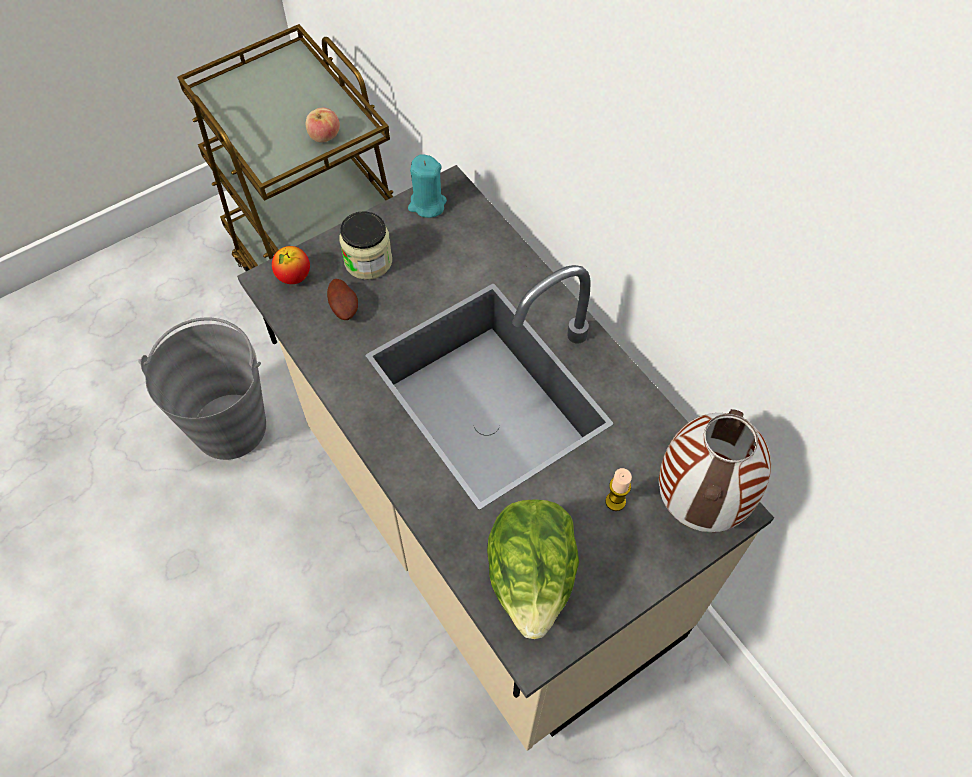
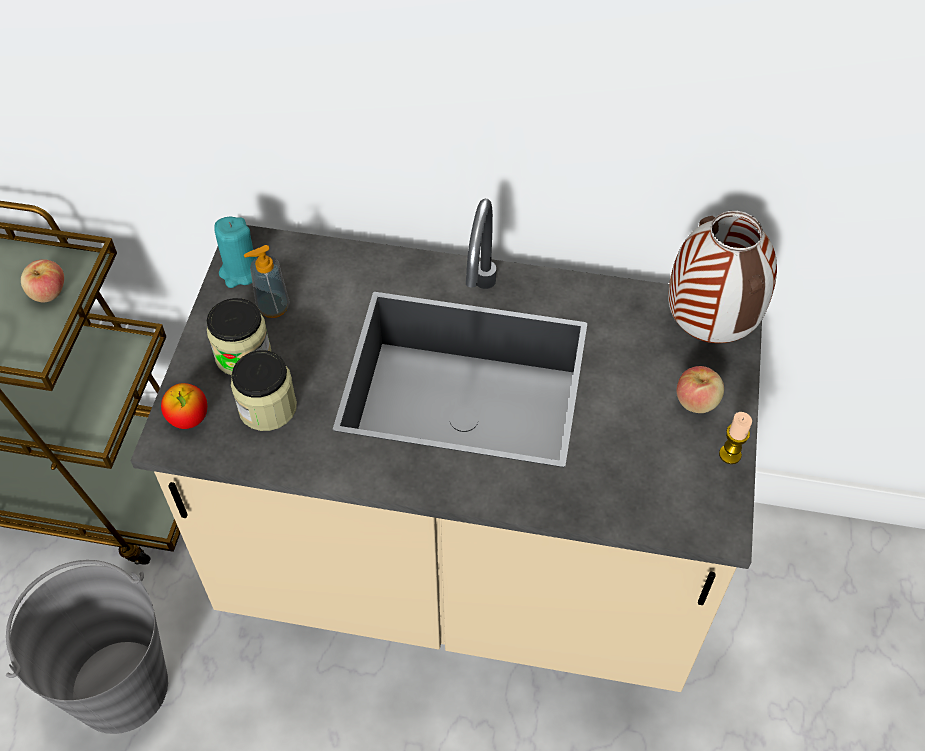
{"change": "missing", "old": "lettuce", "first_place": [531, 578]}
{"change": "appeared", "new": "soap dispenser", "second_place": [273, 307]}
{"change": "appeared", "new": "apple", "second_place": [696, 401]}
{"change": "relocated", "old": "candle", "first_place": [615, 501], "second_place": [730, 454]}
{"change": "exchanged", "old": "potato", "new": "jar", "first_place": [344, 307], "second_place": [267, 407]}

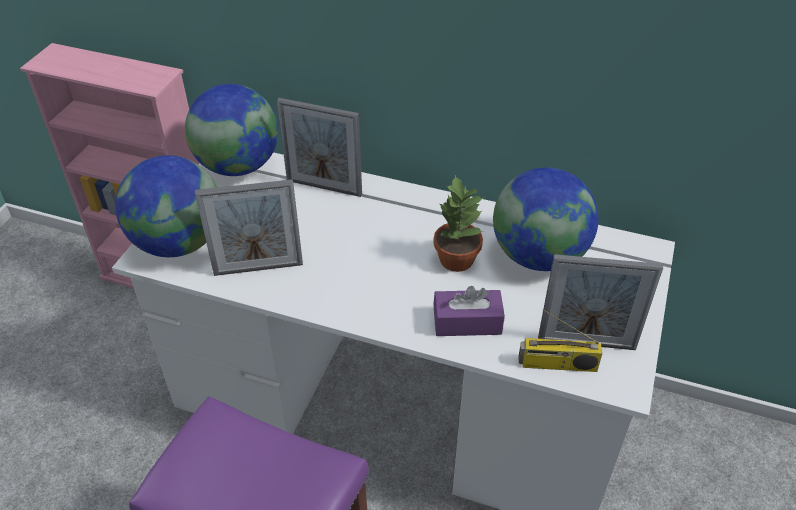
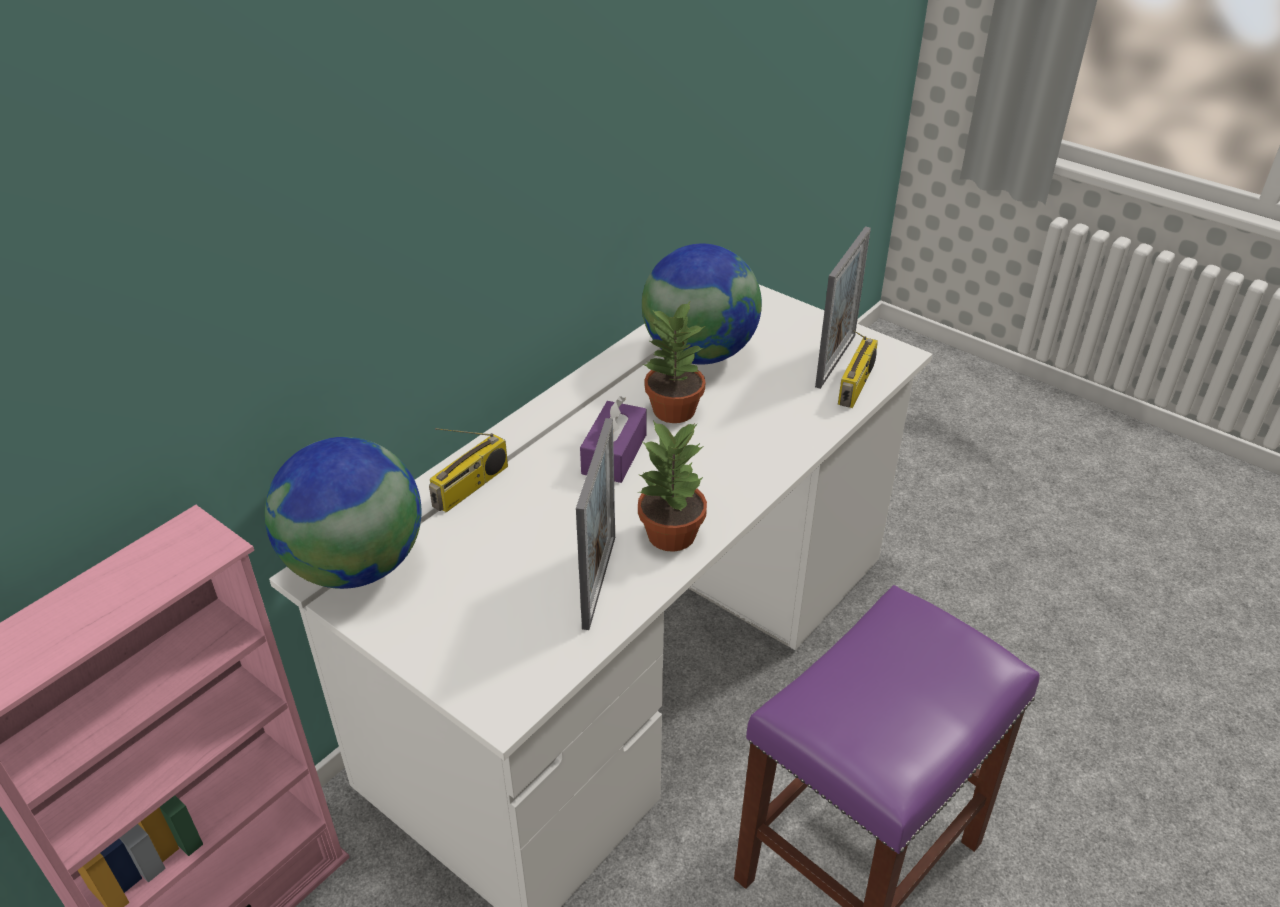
{"change": "missing", "old": "globe", "first_place": [179, 243]}
{"change": "appeared", "new": "potted plant", "second_place": [672, 535]}
{"change": "relocated", "old": "purple tissue box", "first_place": [467, 322], "second_place": [614, 454]}
{"change": "exchanged", "old": "picture frame", "new": "radio", "first_place": [324, 187], "second_place": [471, 487]}

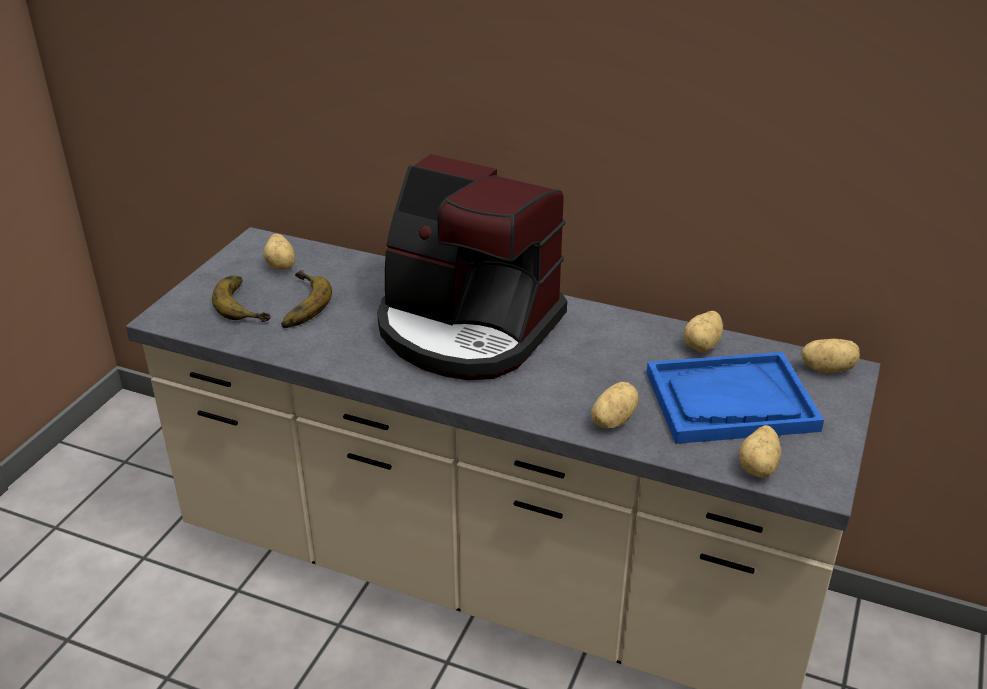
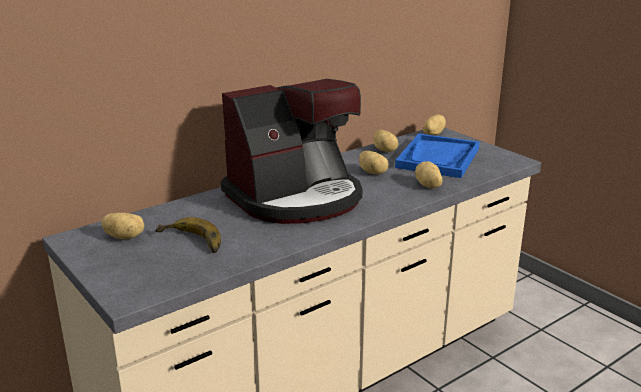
{"change": "missing", "old": "banana", "first_place": [247, 303]}
{"change": "relocated", "old": "potato", "first_place": [759, 467], "second_place": [373, 172]}

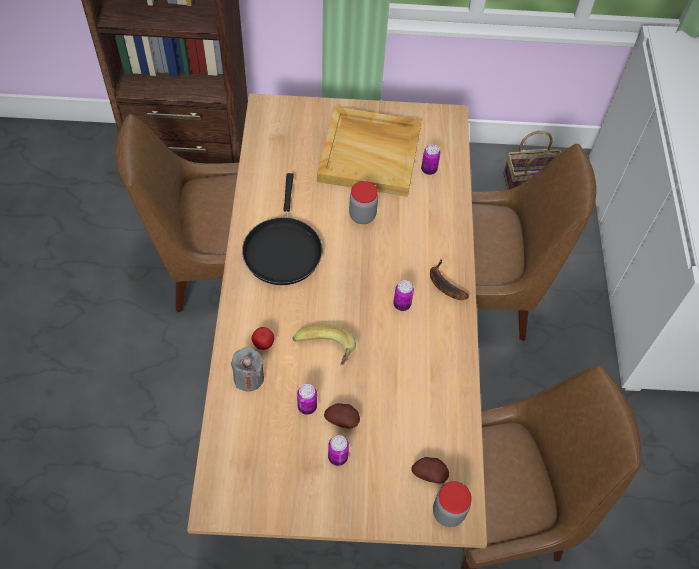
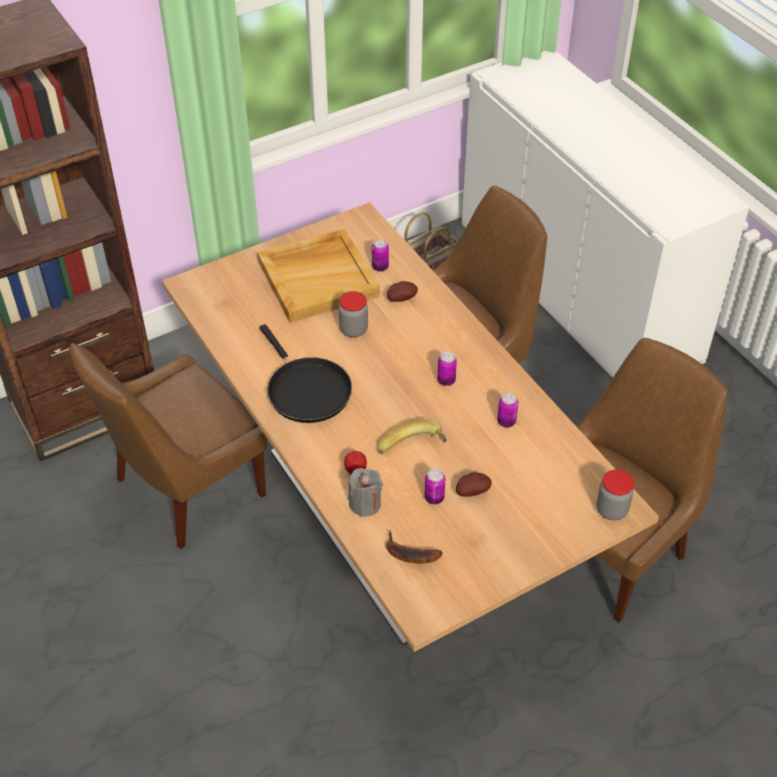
{"change": "relocated", "old": "can", "first_place": [337, 457], "second_place": [506, 422]}
{"change": "relocated", "old": "potato", "first_place": [429, 473], "second_place": [401, 298]}
{"change": "relocated", "old": "banana", "first_place": [443, 284], "second_place": [407, 554]}

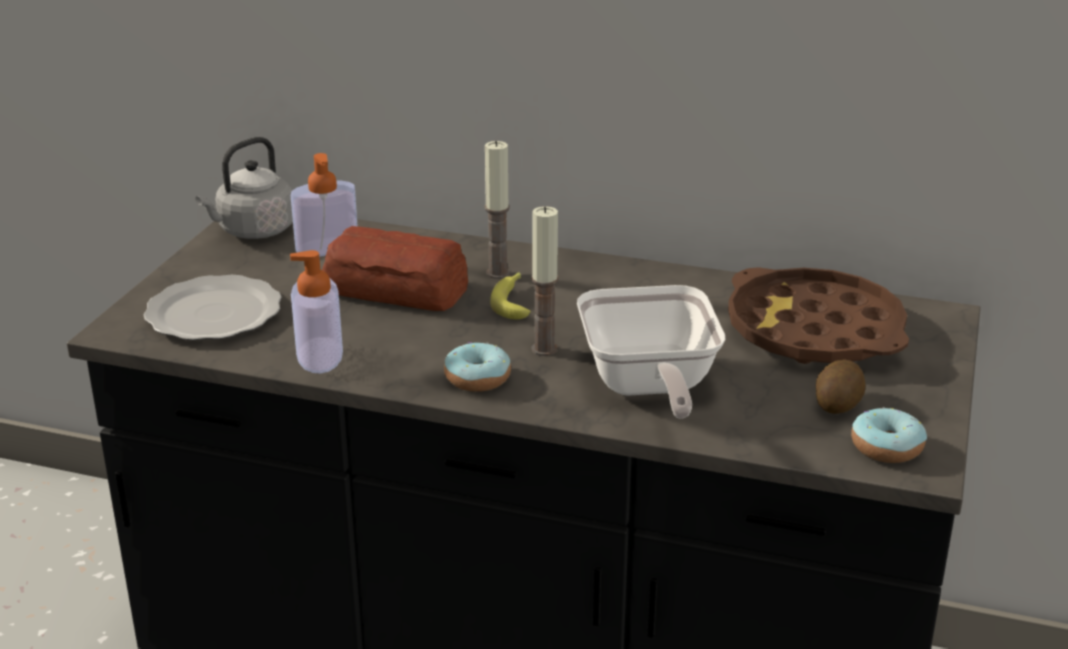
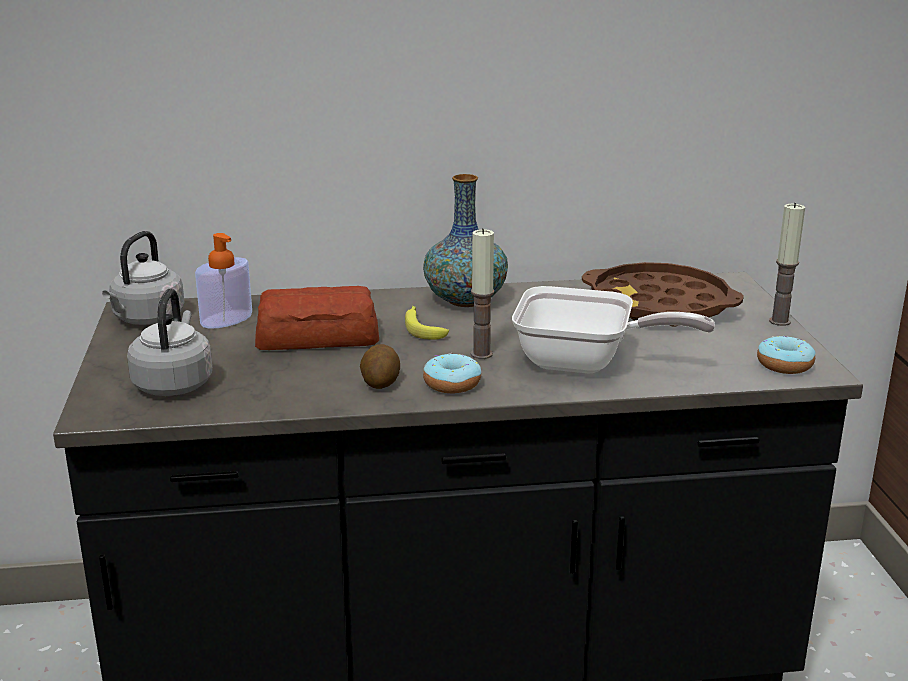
{"change": "missing", "old": "soap dispenser", "first_place": [319, 355]}
{"change": "appeared", "new": "vase", "second_place": [465, 300]}
{"change": "relocated", "old": "candle", "first_place": [498, 273], "second_place": [779, 321]}
{"change": "relocated", "old": "potato", "first_place": [837, 403], "second_place": [380, 381]}
{"change": "exchanged", "old": "plate", "new": "grey kettle", "first_place": [213, 312], "second_place": [174, 383]}
{"change": "spun", "old": "frying pan", "first_place": [648, 387], "second_place": [585, 363], "degrees": -45}

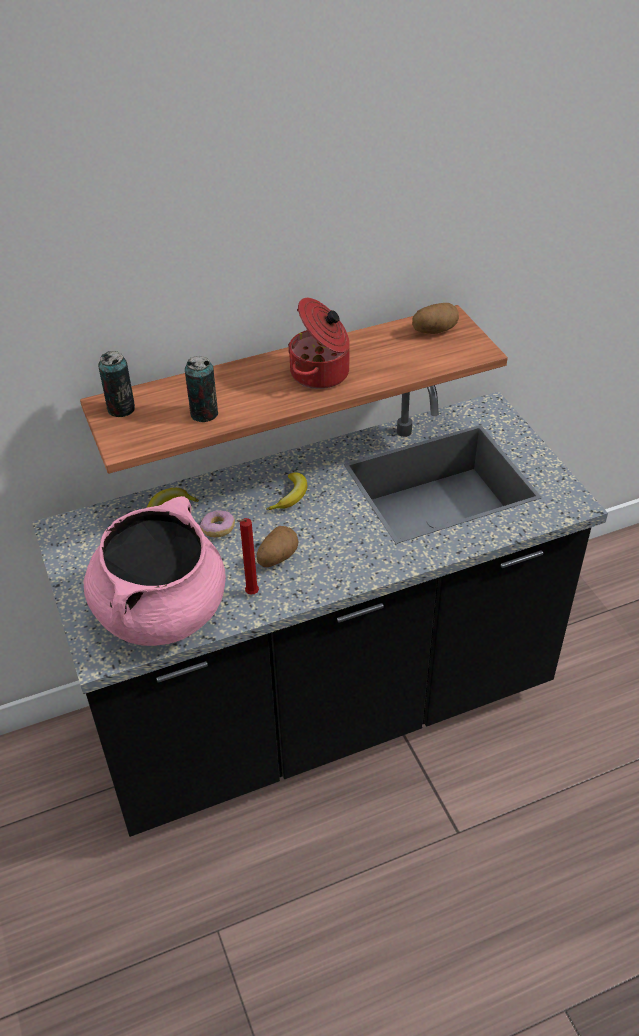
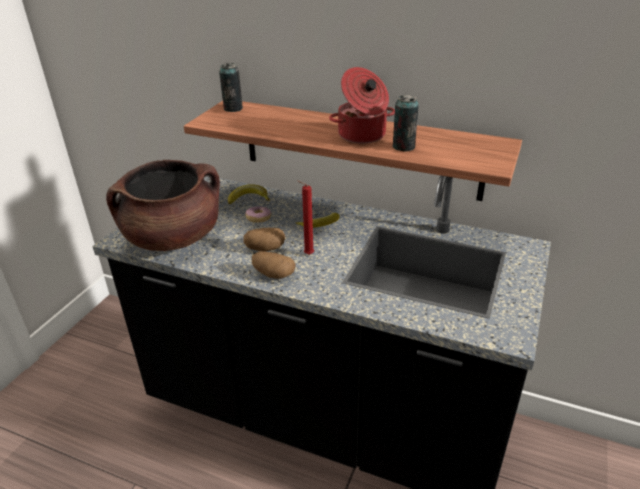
{"change": "relocated", "old": "can", "first_place": [204, 414], "second_place": [403, 147]}
{"change": "relocated", "old": "red candle", "first_place": [250, 594], "second_place": [307, 254]}
{"change": "relocated", "old": "potato", "first_place": [434, 330], "second_place": [273, 274]}
{"change": "colour", "old": "pink cooking pot", "new": "brown cooking pot", "first_place": [161, 611], "second_place": [173, 238]}

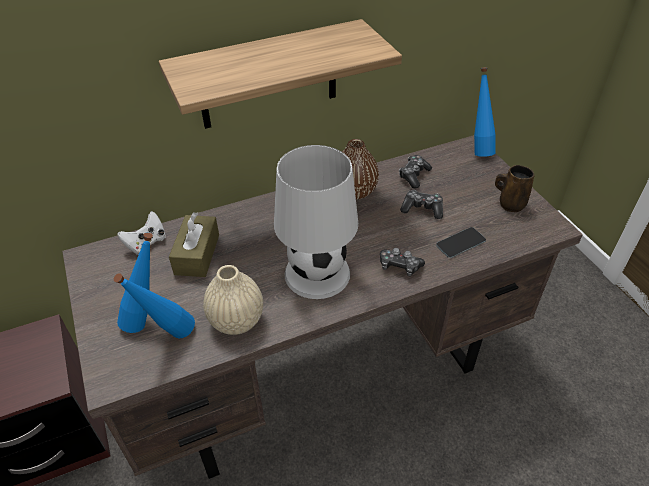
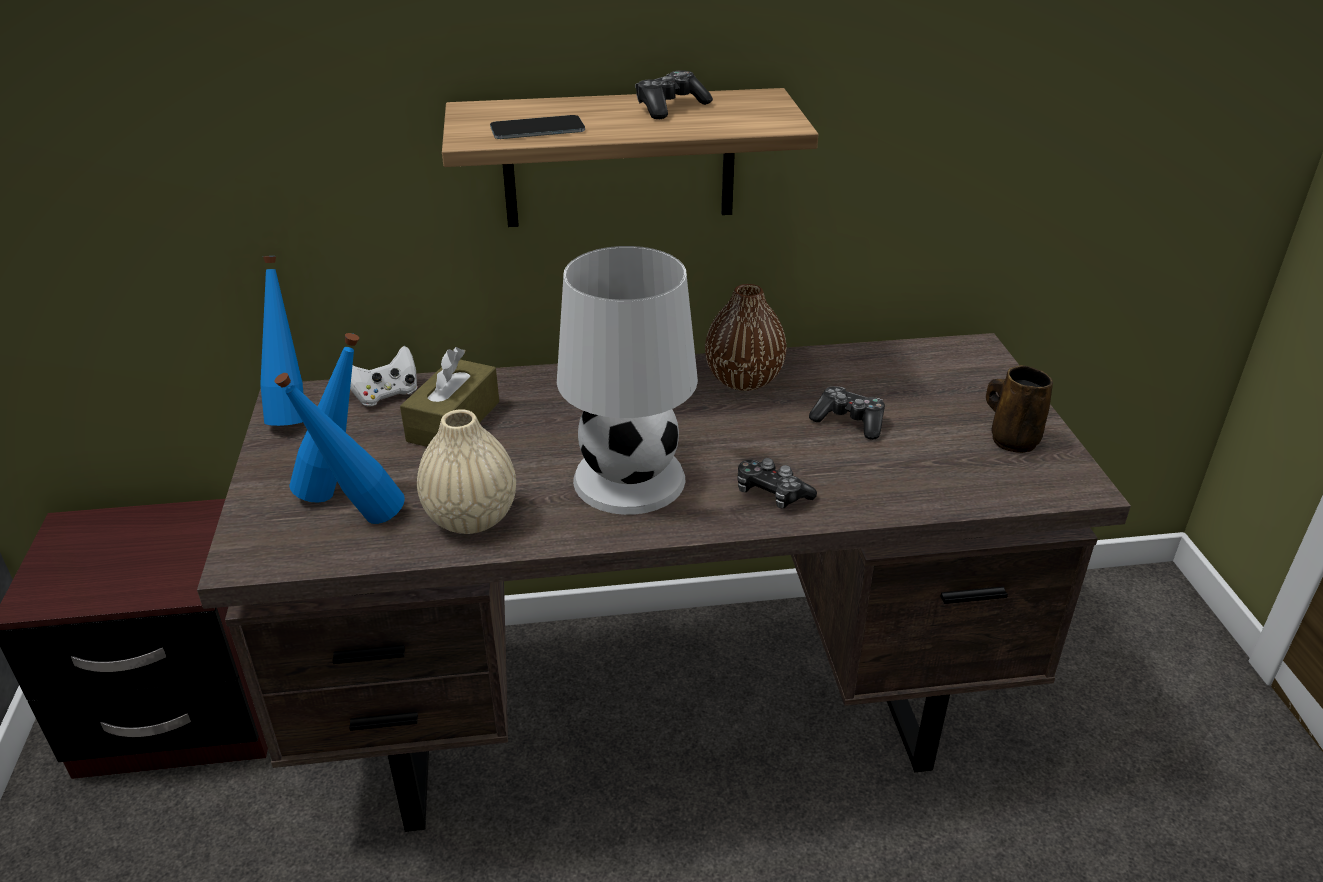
{"change": "relocated", "old": "game controller", "first_place": [414, 175], "second_place": [670, 107]}
{"change": "relocated", "old": "phone", "first_place": [460, 243], "second_place": [537, 129]}
{"change": "relocated", "old": "blue bottle", "first_place": [478, 149], "second_place": [292, 414]}

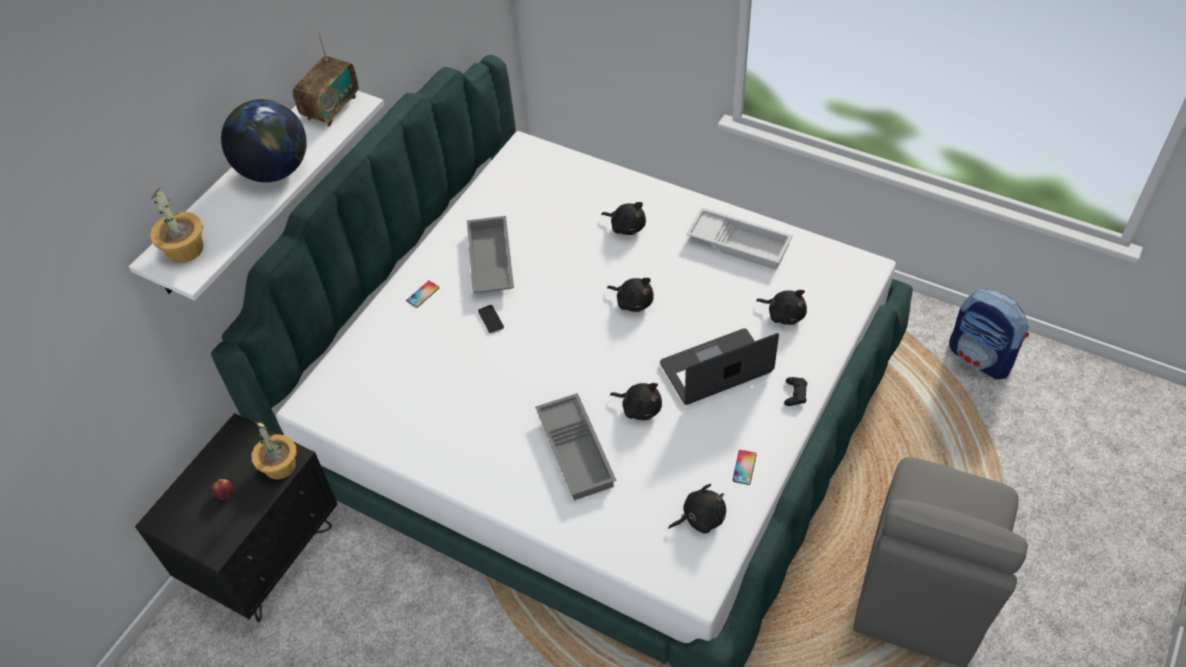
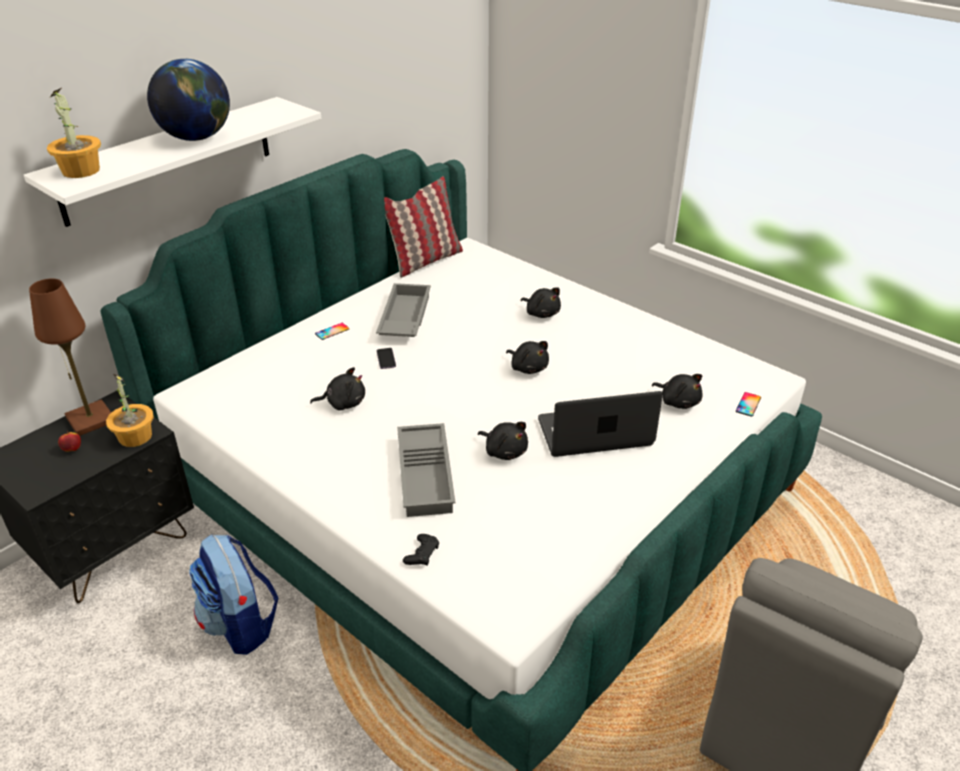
{"change": "missing", "old": "radio", "first_place": [331, 108]}
{"change": "missing", "old": "white tray", "first_place": [740, 242]}
{"change": "appeared", "new": "brown table lamp", "second_place": [90, 420]}
{"change": "appeared", "new": "pillow", "second_place": [425, 260]}
{"change": "relocated", "old": "black plush toy", "first_place": [700, 518], "second_place": [343, 403]}
{"change": "relocated", "old": "phone", "first_place": [744, 467], "second_place": [748, 404]}
{"change": "relocated", "old": "black game controller", "first_place": [795, 394], "second_place": [422, 554]}
{"change": "relocated", "old": "backpack", "first_place": [981, 358], "second_place": [241, 624]}

